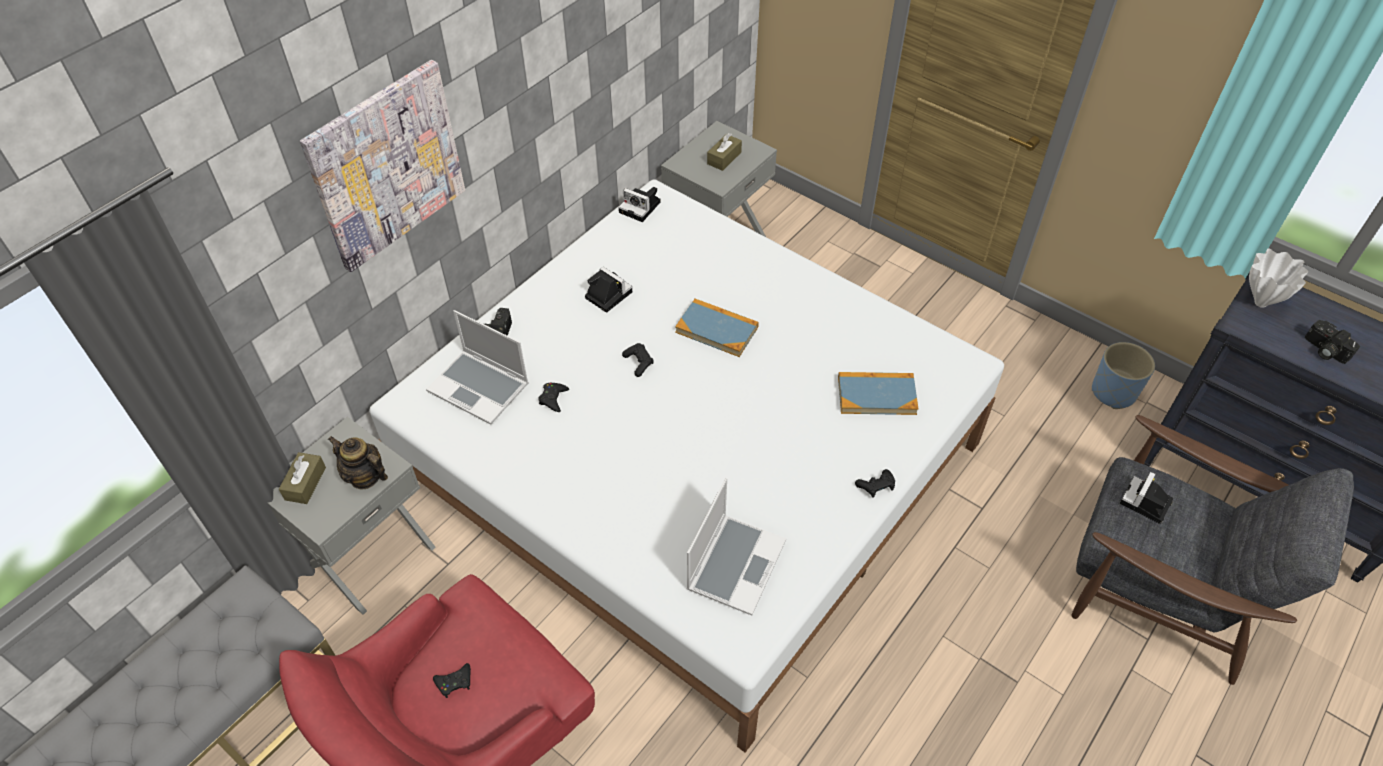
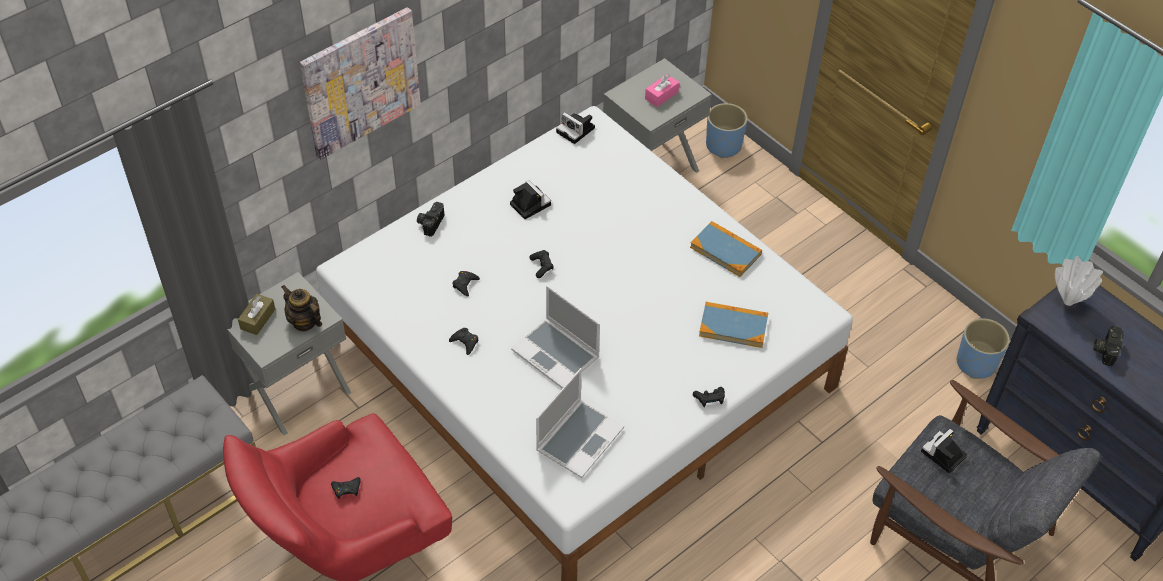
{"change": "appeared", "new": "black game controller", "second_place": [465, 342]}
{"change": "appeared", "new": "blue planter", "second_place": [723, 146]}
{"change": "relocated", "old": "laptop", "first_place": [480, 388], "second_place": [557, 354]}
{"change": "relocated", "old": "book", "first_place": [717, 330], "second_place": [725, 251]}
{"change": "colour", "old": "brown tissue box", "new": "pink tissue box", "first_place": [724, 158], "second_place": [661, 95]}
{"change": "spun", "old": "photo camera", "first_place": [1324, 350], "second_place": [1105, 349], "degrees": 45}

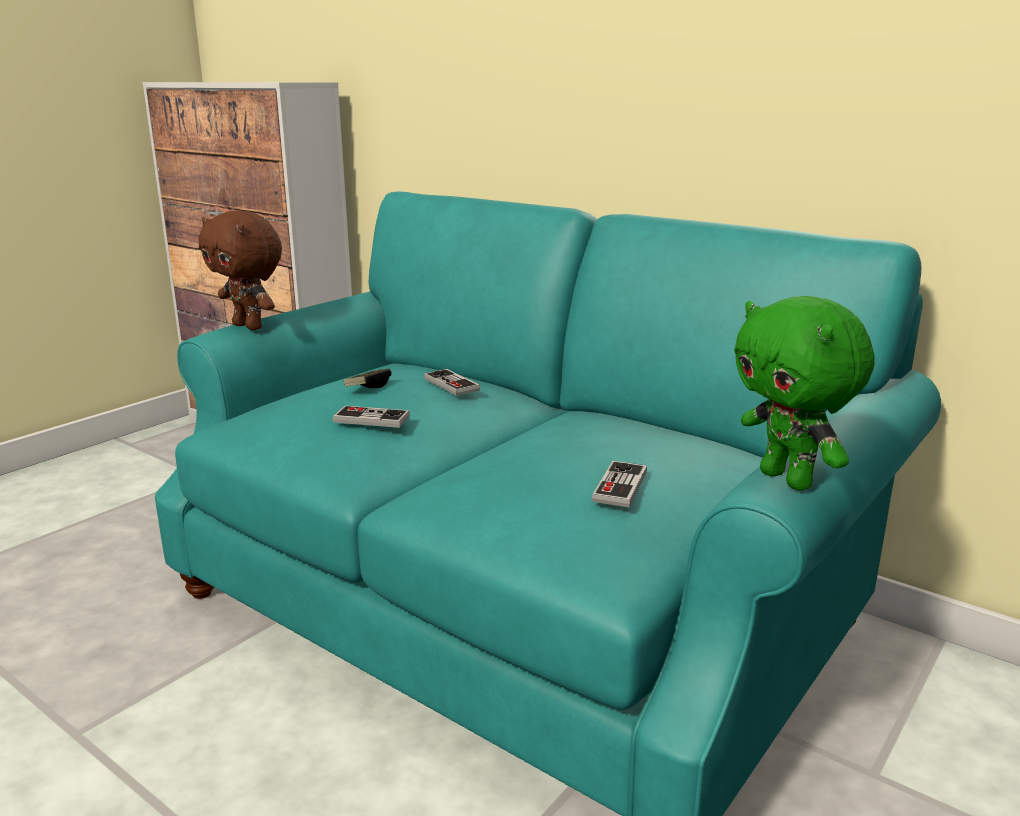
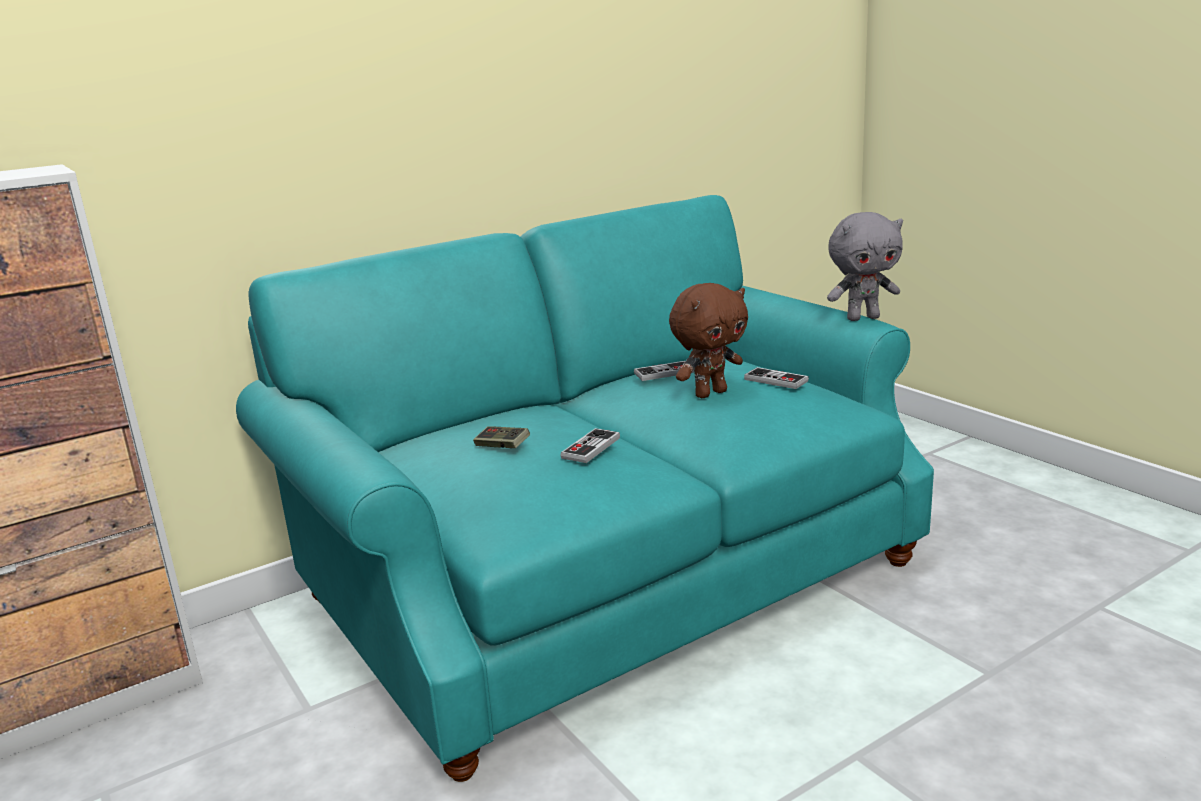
{"change": "relocated", "old": "brown plush toy", "first_place": [250, 327], "second_place": [710, 393]}
{"change": "relocated", "old": "game controller", "first_place": [451, 384], "second_place": [664, 373]}
{"change": "colour", "old": "green plush toy", "new": "grey plush toy", "first_place": [788, 480], "second_place": [863, 318]}

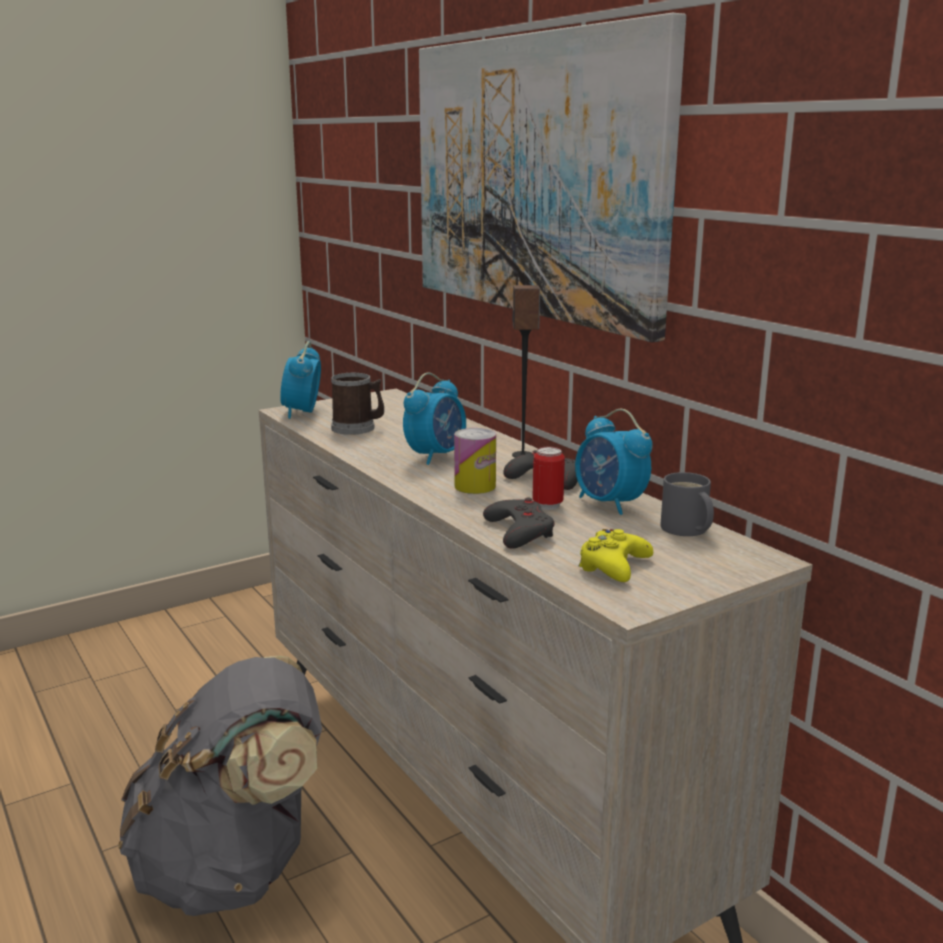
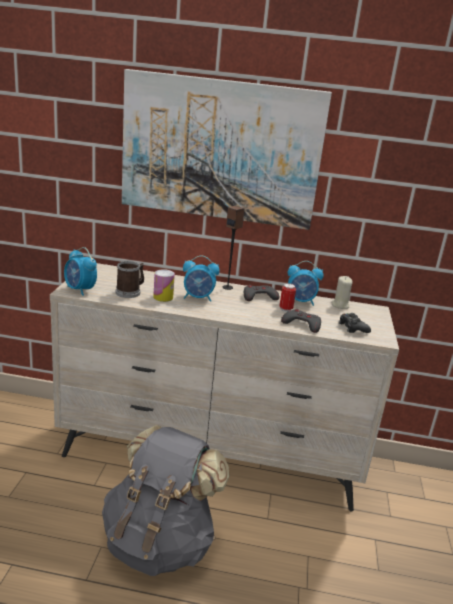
{"change": "relocated", "old": "can", "first_place": [475, 486], "second_place": [163, 297]}
{"change": "exchanged", "old": "grey mug", "new": "beige candle", "first_place": [685, 529], "second_place": [340, 305]}
{"change": "colour", "old": "yellow game controller", "new": "black game controller", "first_place": [613, 566], "second_place": [352, 327]}
{"change": "spun", "old": "alarm clock", "first_place": [436, 456], "second_place": [198, 298], "degrees": 105}

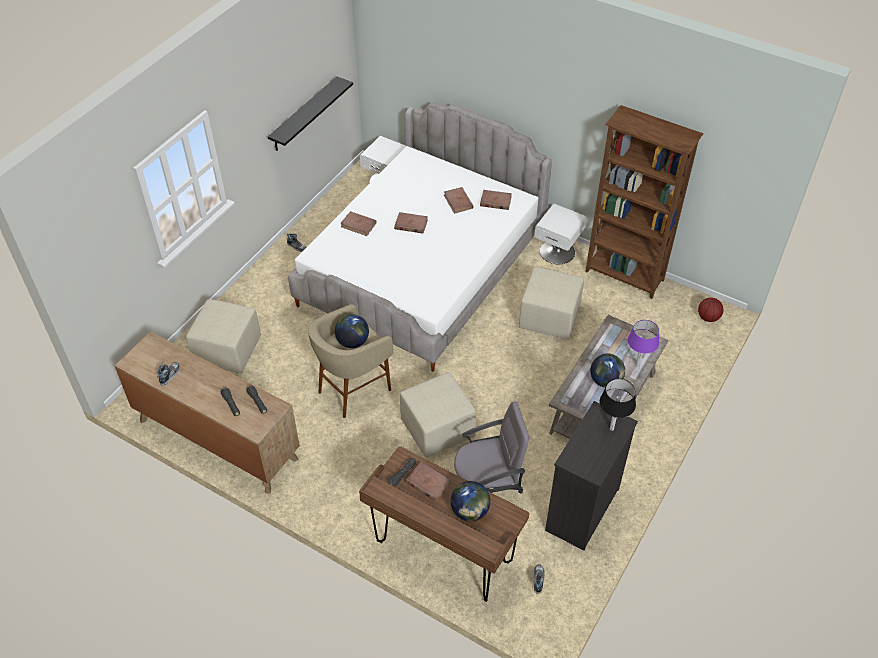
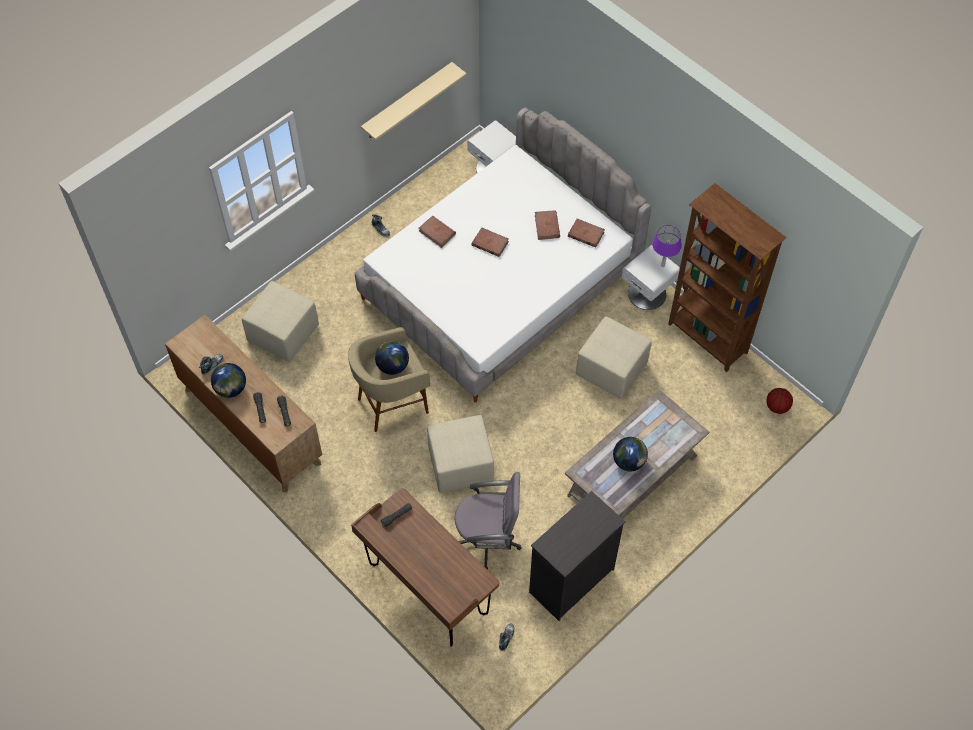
{"change": "missing", "old": "brown book", "first_place": [428, 483]}
{"change": "missing", "old": "black table lamp", "first_place": [611, 428]}
{"change": "relocated", "old": "globe", "first_place": [470, 511], "second_place": [231, 389]}
{"change": "relocated", "old": "purple table lamp", "first_place": [637, 365], "second_place": [663, 265]}
{"change": "colour", "old": "black shelf", "new": "beige shelf", "first_place": [304, 115], "second_place": [407, 101]}

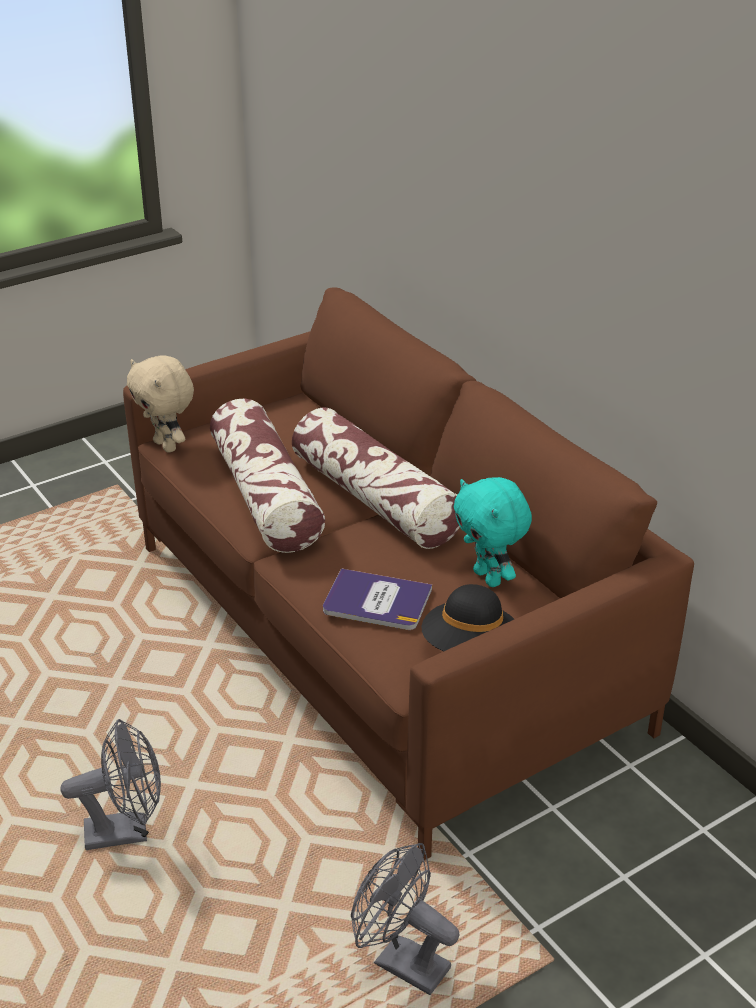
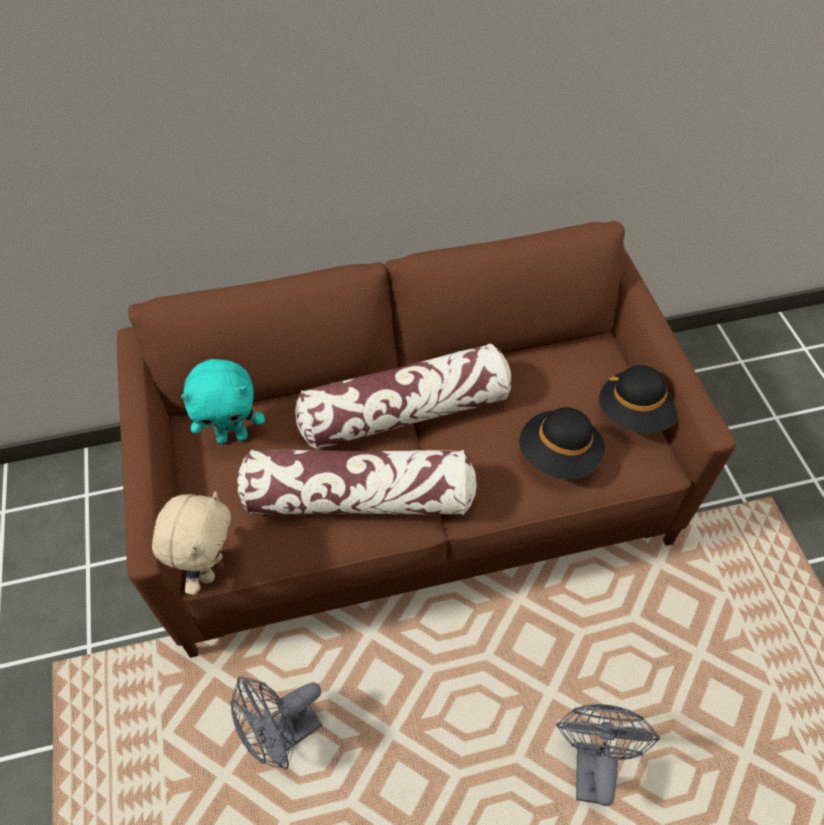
{"change": "relocated", "old": "grey fan", "first_place": [401, 962], "second_place": [283, 736]}
{"change": "relocated", "old": "turquoise plush toy", "first_place": [489, 578], "second_place": [233, 436]}
{"change": "exchanged", "old": "book", "new": "black hat", "first_place": [377, 601], "second_place": [559, 456]}
{"change": "spun", "old": "beige plush toy", "first_place": [167, 446], "second_place": [209, 567], "degrees": -60}

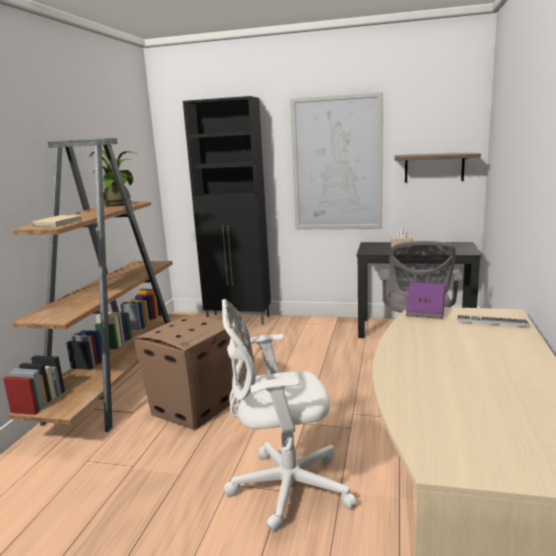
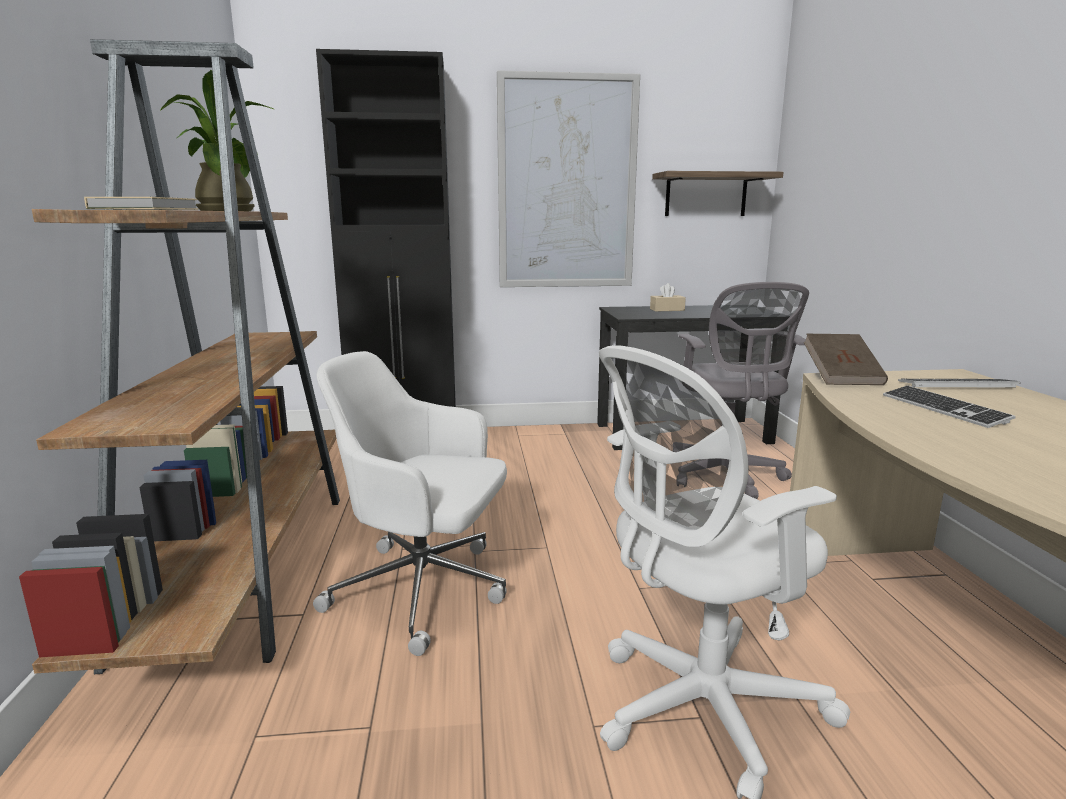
{"change": "appeared", "new": "keyboard", "second_place": [943, 409]}
{"change": "exchanged", "old": "cardboard box", "new": "white office chair", "first_place": [193, 408], "second_place": [424, 590]}
{"change": "colour", "old": "purple book", "new": "brown book", "first_place": [425, 311], "second_place": [841, 377]}

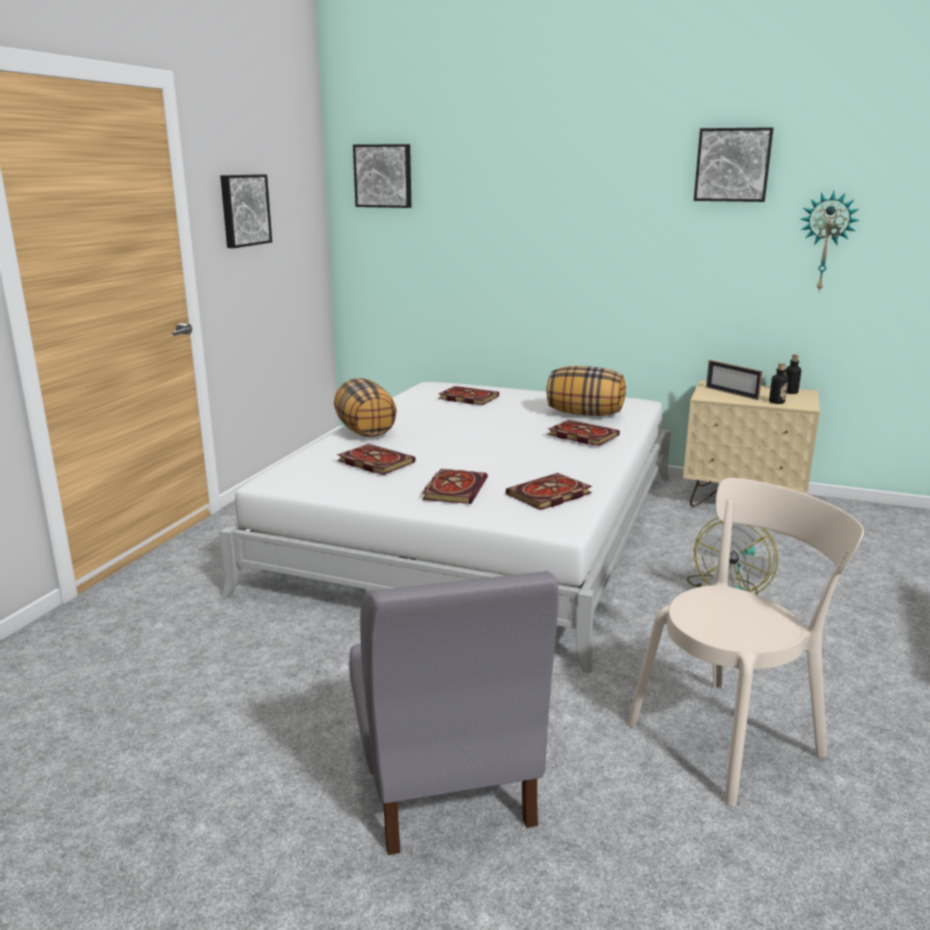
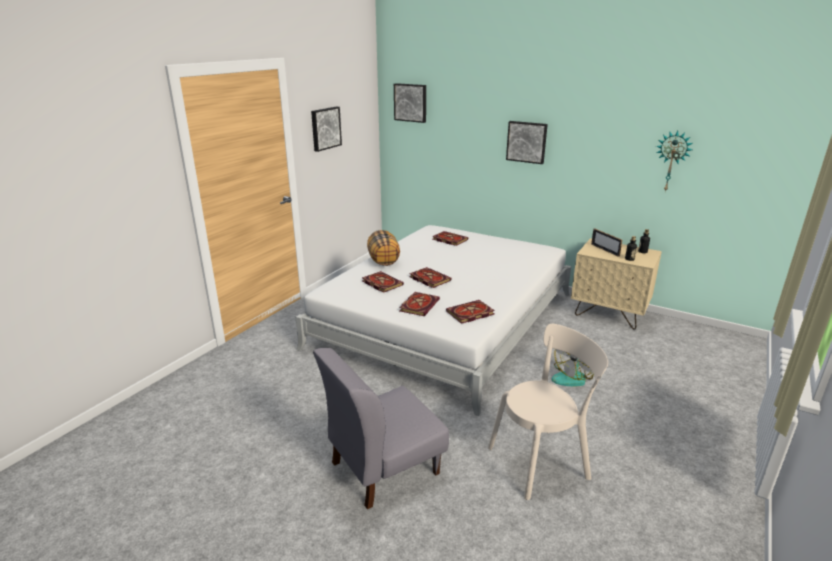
{"change": "missing", "old": "pillow", "first_place": [585, 414]}
{"change": "relocated", "old": "book", "first_place": [580, 435], "second_place": [428, 279]}
{"change": "relocated", "old": "picture", "first_place": [732, 165], "second_place": [527, 142]}
{"change": "spun", "old": "grey chair", "first_place": [445, 782], "second_place": [384, 467], "degrees": 60}

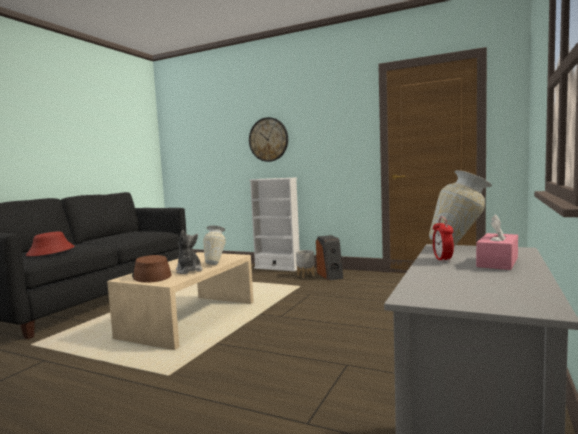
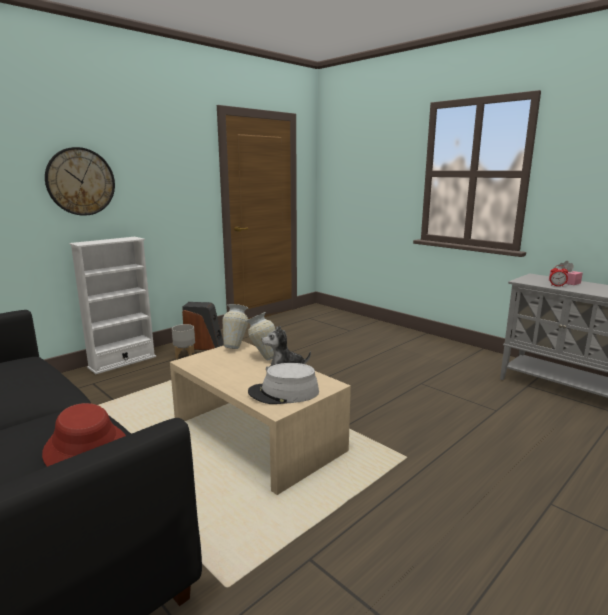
{"change": "relocated", "old": "vase", "first_place": [461, 247], "second_place": [236, 346]}
{"change": "colour", "old": "brown hat", "new": "grey hat", "first_place": [151, 276], "second_place": [284, 393]}

